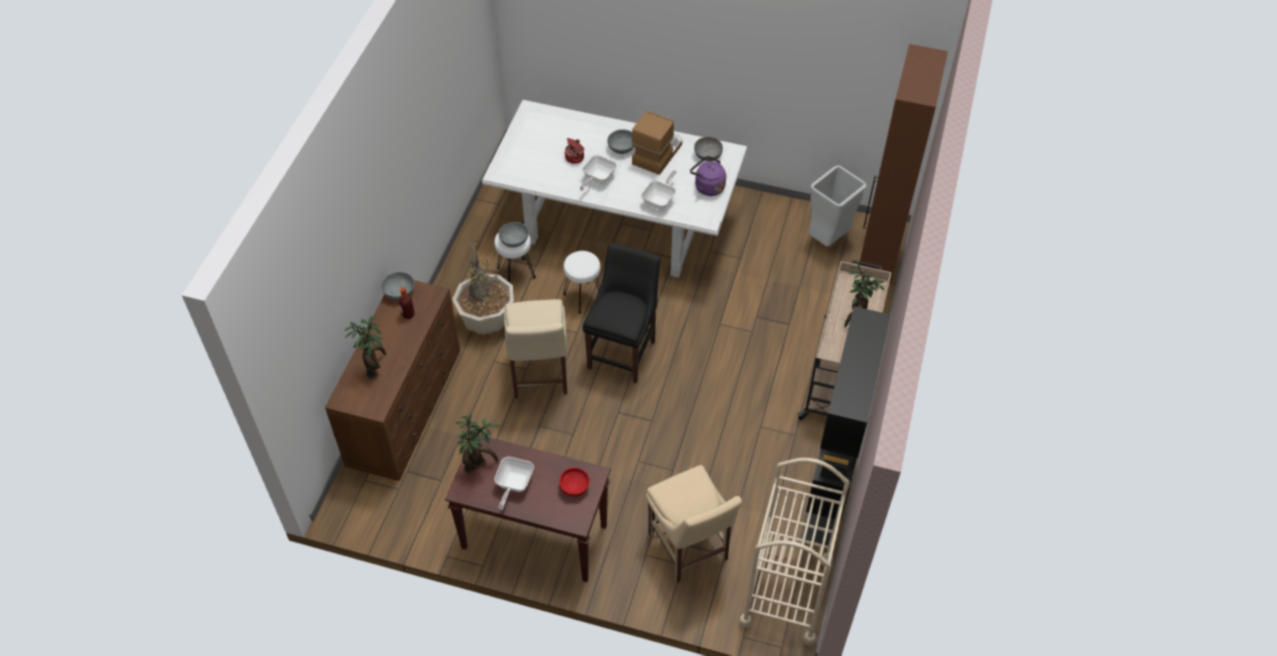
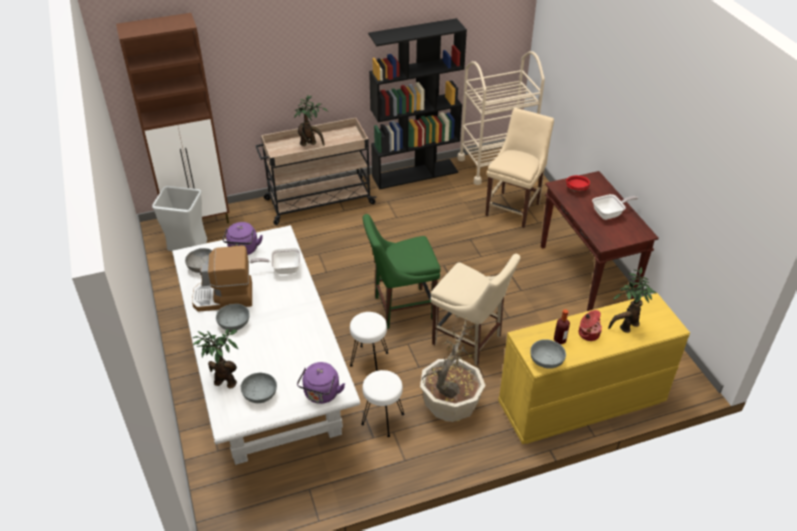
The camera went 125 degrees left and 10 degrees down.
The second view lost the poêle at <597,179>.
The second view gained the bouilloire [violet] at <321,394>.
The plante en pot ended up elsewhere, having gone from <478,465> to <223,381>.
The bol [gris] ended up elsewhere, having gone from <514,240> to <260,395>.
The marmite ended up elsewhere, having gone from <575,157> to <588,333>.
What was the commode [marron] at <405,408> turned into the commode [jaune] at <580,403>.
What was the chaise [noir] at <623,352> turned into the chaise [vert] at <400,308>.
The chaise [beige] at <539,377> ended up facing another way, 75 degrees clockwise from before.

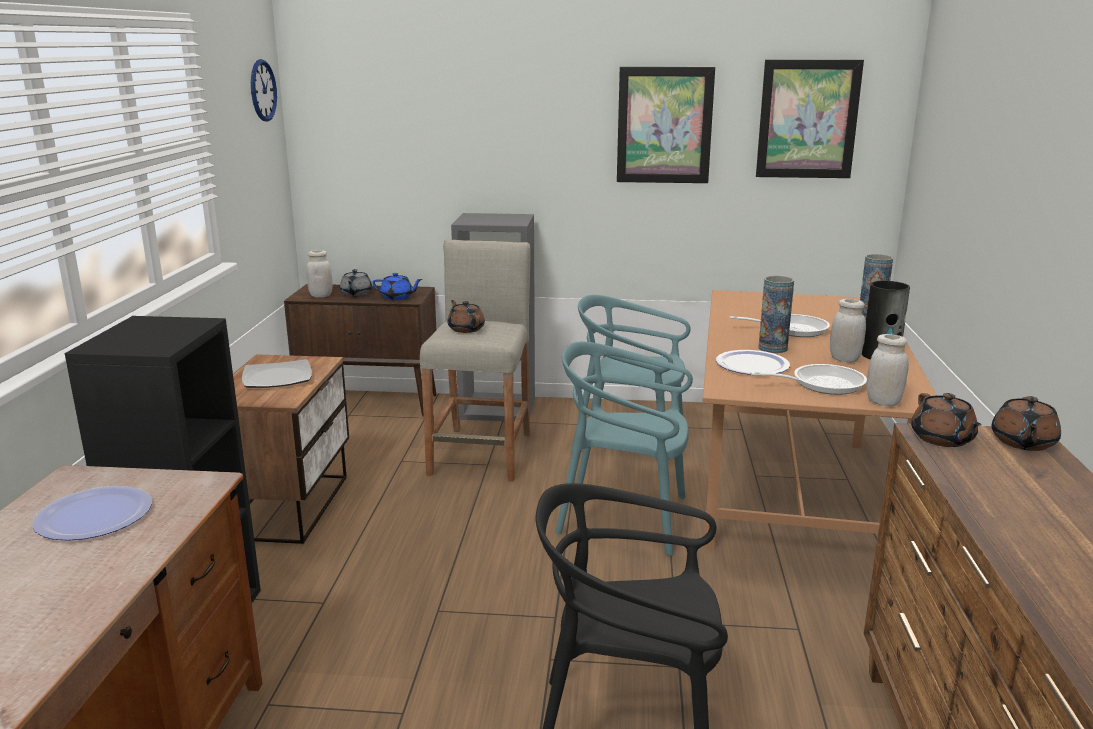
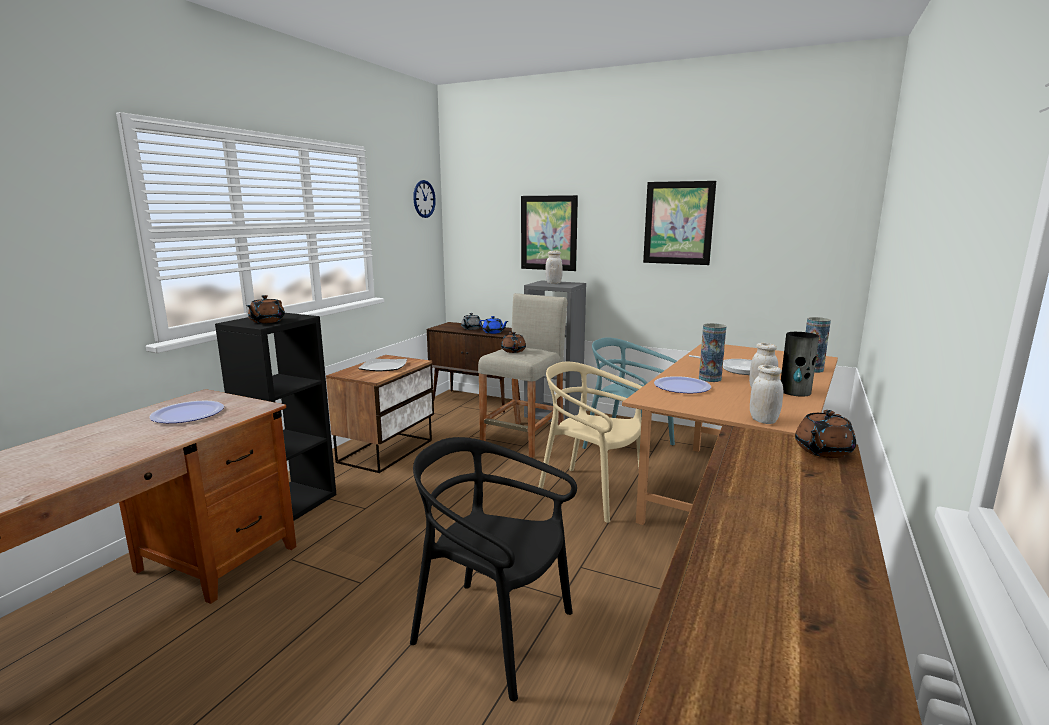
The camera went 20 degrees right and 5 degrees down.
The second view lost the poêle at <821,384>.
The bocal [blanc] ended up elsewhere, having gone from <321,296> to <553,283>.
The tableau ended up elsewhere, having gone from <808,119> to <548,233>.
The théière [marron] ended up elsewhere, having gone from <942,439> to <266,321>.
What was the chaise [turquoise] at <624,518> turned into the chaise [beige] at <591,492>.

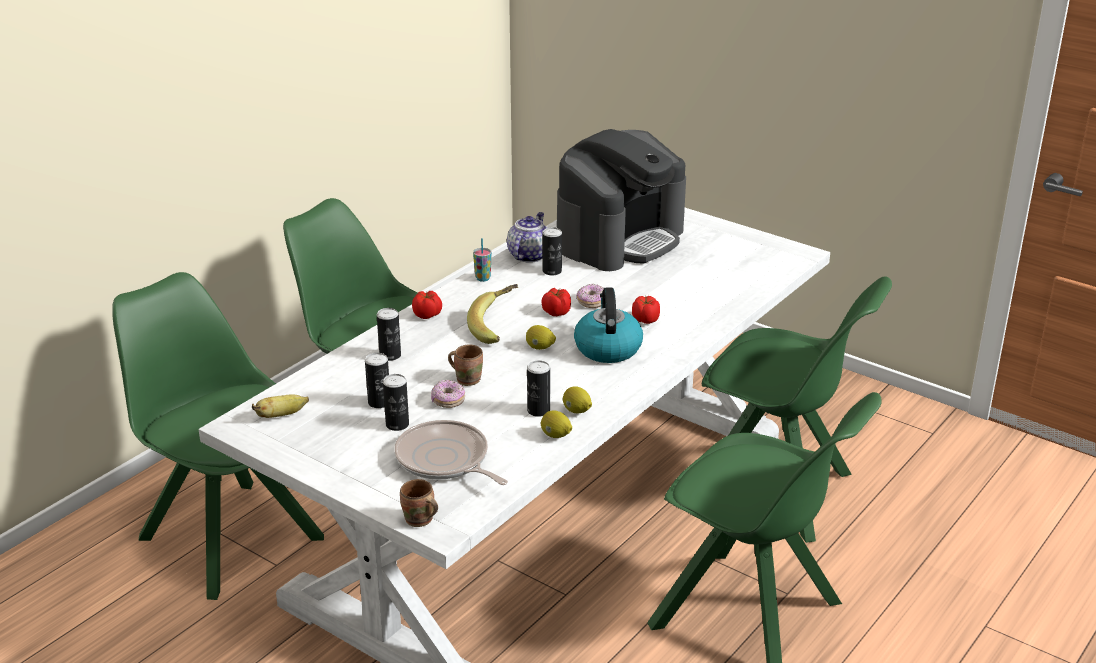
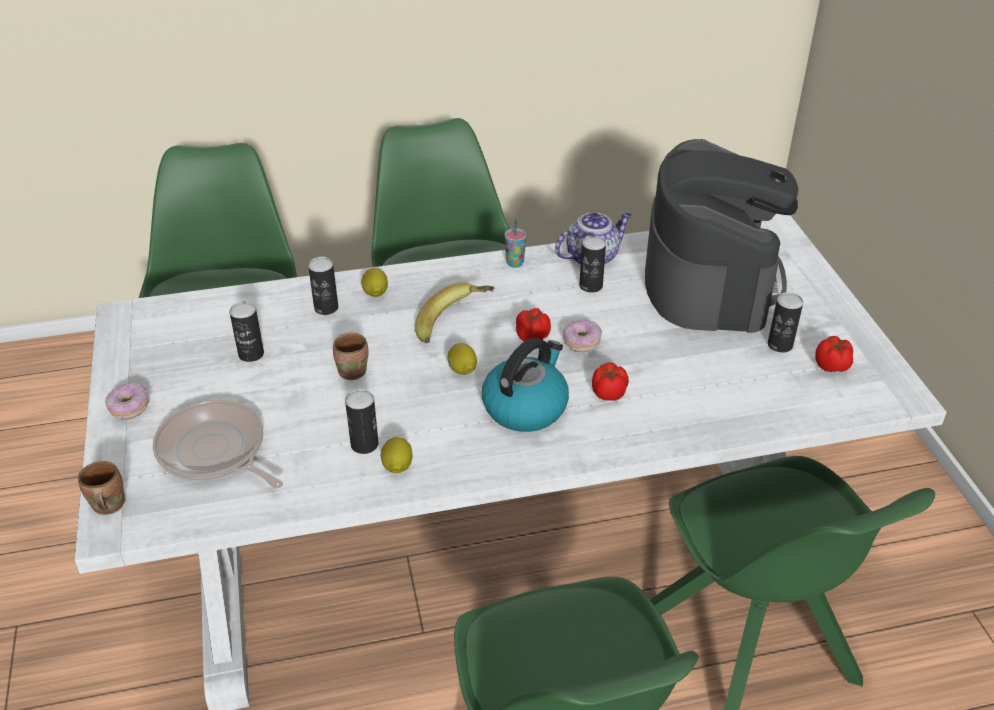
The camera went 40 degrees right and 10 degrees up.
The second view lost the banane at <281,415>.
The boîte métallique ended up elsewhere, having gone from <397,424> to <780,345>.
The tomate ended up elsewhere, having gone from <428,315> to <832,366>.
The beignet ended up elsewhere, having gone from <448,401> to <129,408>.
The citron ended up elsewhere, having gone from <556,435> to <375,293>.
The poêle at <445,460> ended up facing another way, 45 degrees counterclockwise from before.
The machine à café at <620,239> ended up facing another way, 75 degrees counterclockwise from before.

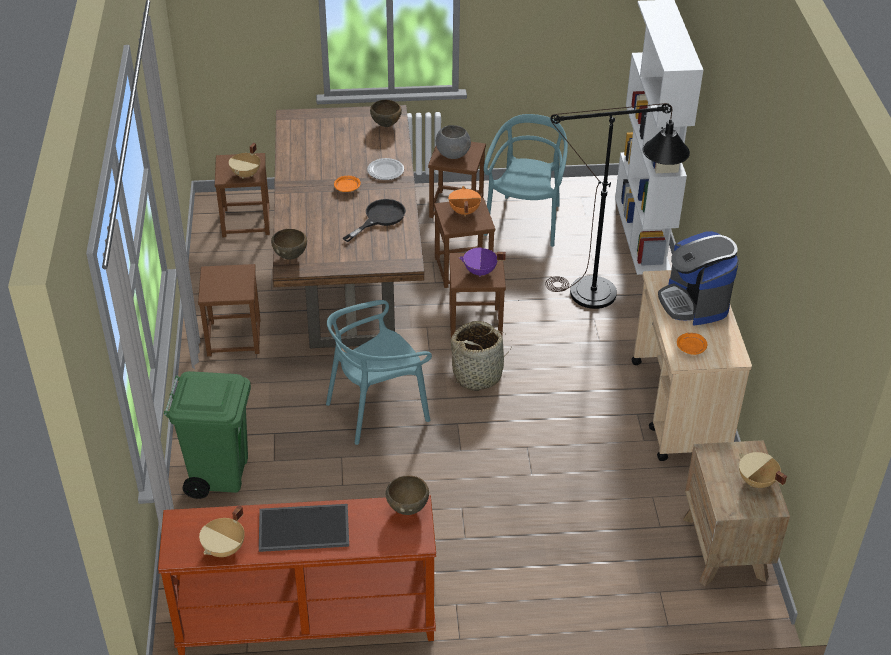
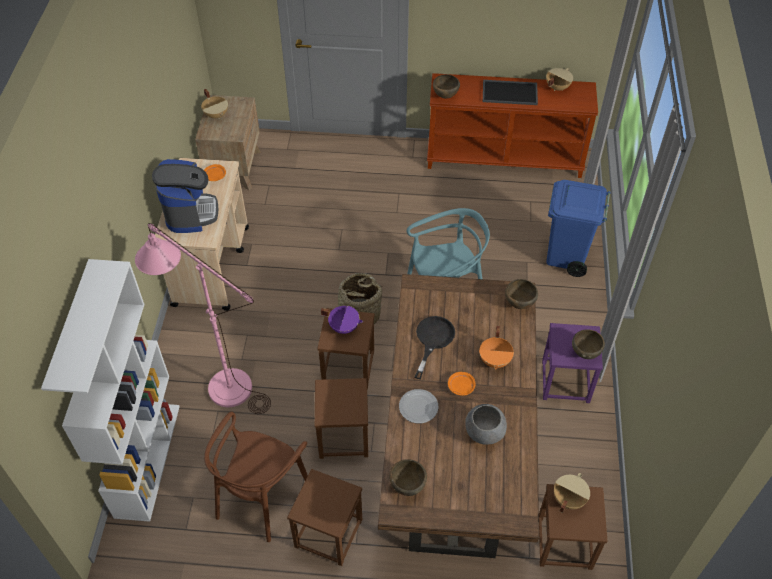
The camera went 170 degrees left and 10 degrees up.
The second view gained the bol [marron] at <585,353>.
The bol [gris] ended up elsewhere, having gone from <452,154> to <484,433>.
The marmite [orange] ended up elsewhere, having gone from <463,211> to <495,360>.
What was the poubelle [vert] at <219,474> turned into the poubelle [bleu] at <566,256>.
What was the tabouret [marron] at <233,337> turned into the tabouret [violet] at <566,381>.
What was the chaise [turquoise] at <525,222> turned into the chaise [marron] at <261,497>.
What was the lampadaire [noir] at <606,297> turned into the lampadaire [rose] at <220,382>.
The poêle [noir] at <380,218> ended up facing another way, 150 degrees clockwise from before.

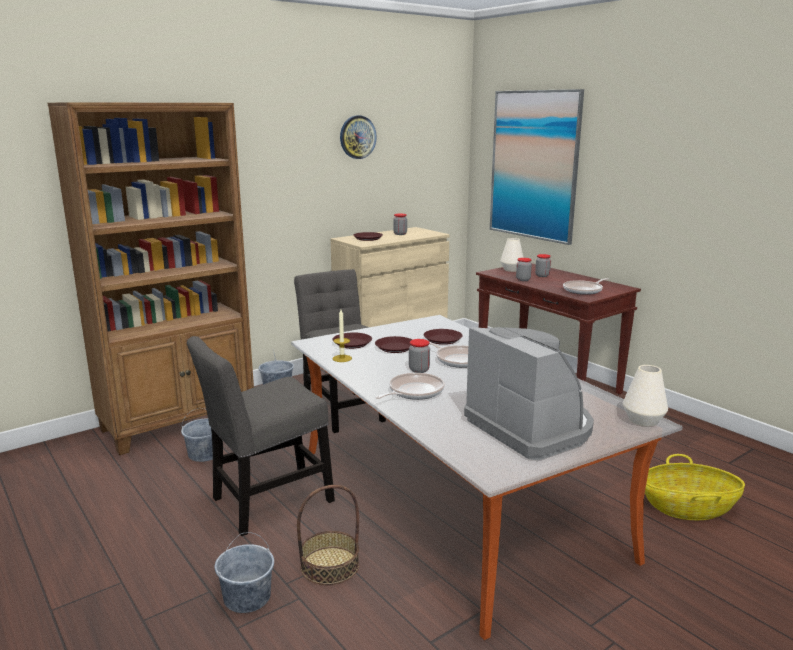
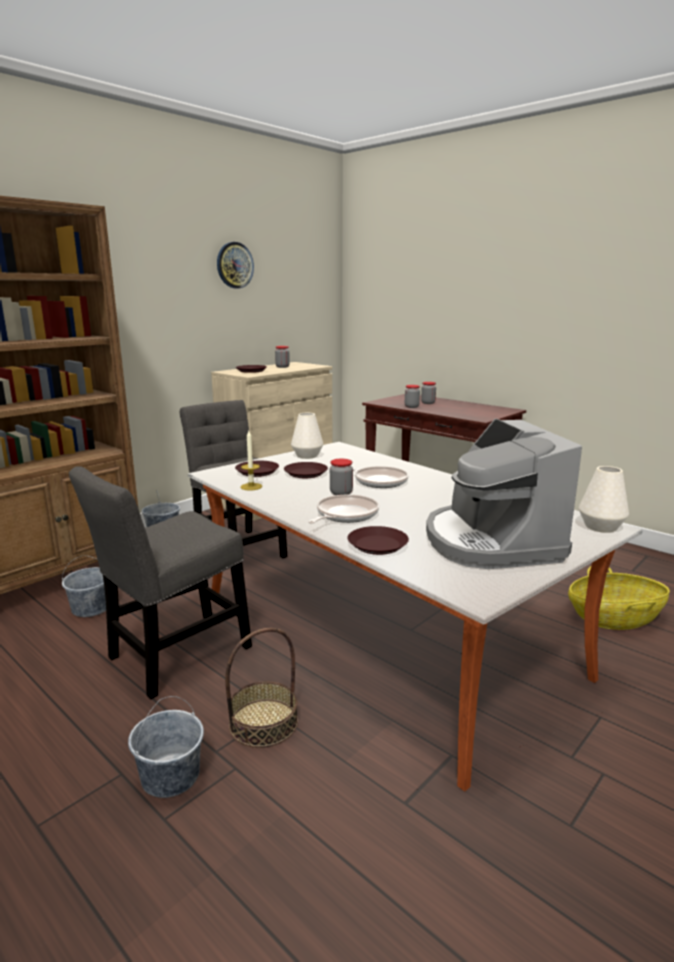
The camera went 10 degrees left and 0 degrees up.
The second view lost the tableau at <534,165>.
The second view lost the poêle at <584,290>.
The assiette [marron] ended up elsewhere, having gone from <442,339> to <377,545>.
The vase [blanc] ended up elsewhere, having gone from <511,270> to <307,455>.
The machine à café at <531,427> ended up facing another way, 150 degrees counterclockwise from before.

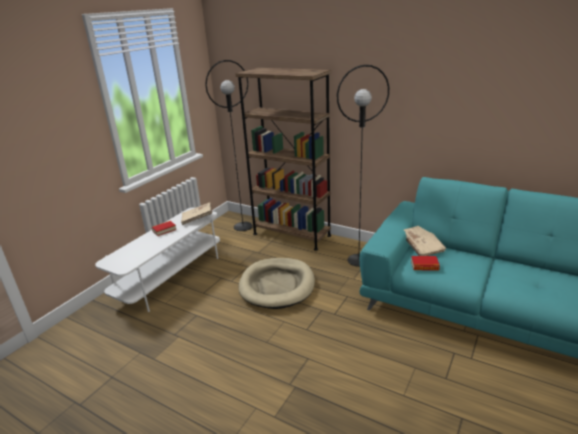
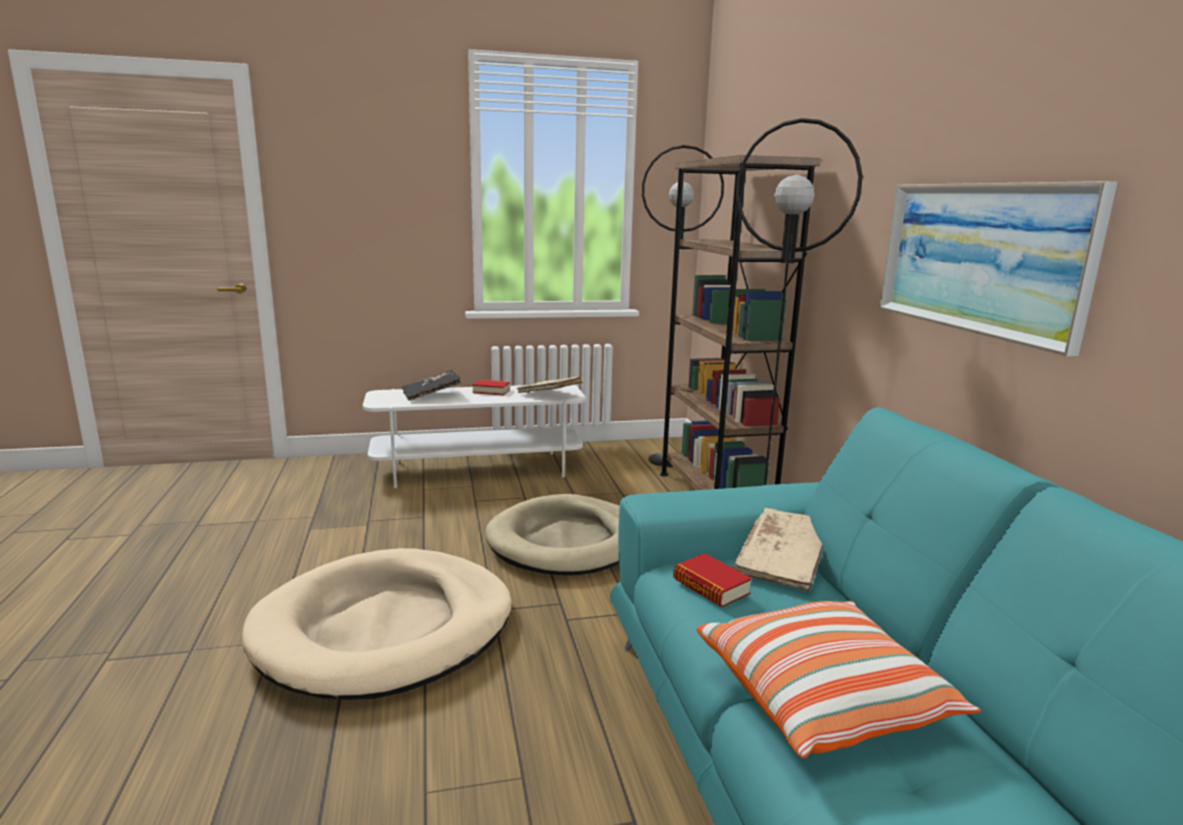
The camera went 45 degrees right and 10 degrees down.
The second view gained the panier pour chien [beige] at <385,628>.
The second view gained the livre [noir] at <431,395>.
The second view gained the coussin at <823,698>.
The second view gained the tableau at <979,258>.

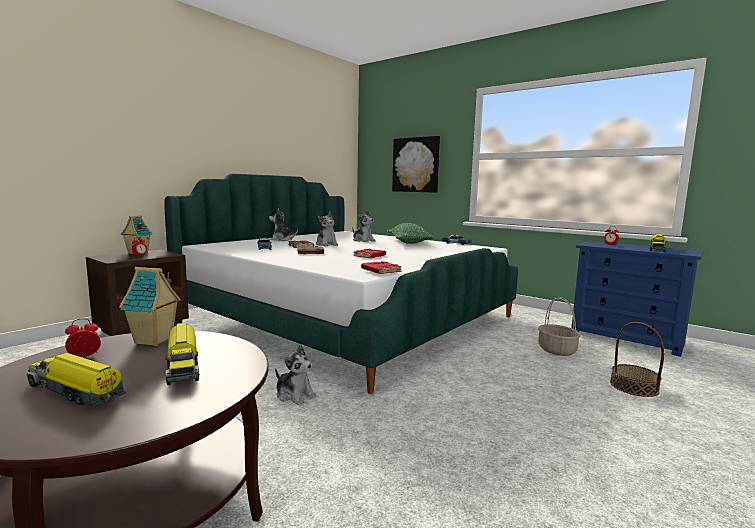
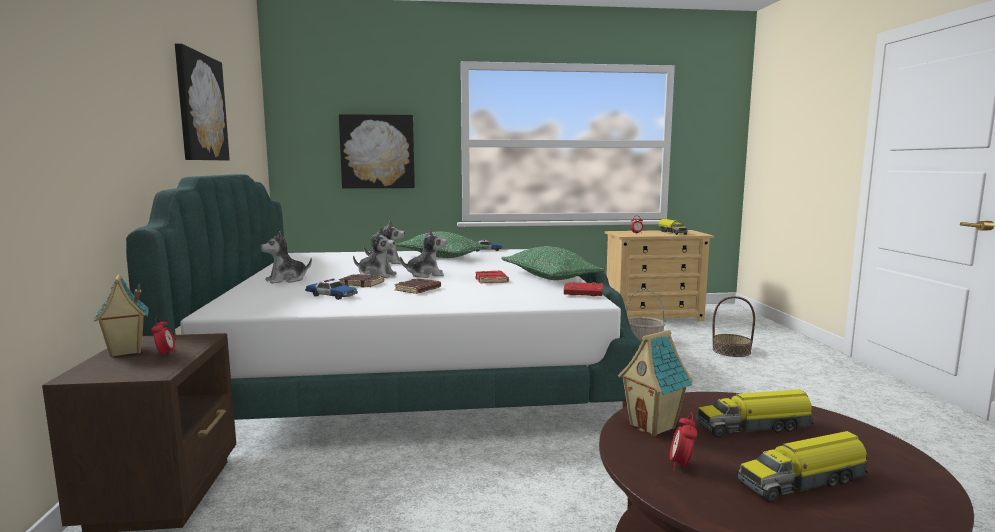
The camera went 45 degrees left and 0 degrees up.
The second view gained the tableau at <200,107>.
The second view gained the coussin [vert] at <549,277>.
The peluche ended up elsewhere, having gone from <294,395> to <426,275>.
What was the commode [bleu] at <627,338> turned into the commode [beige] at <654,316>.
The camion jouet at <183,364> ended up facing another way, 150 degrees clockwise from before.

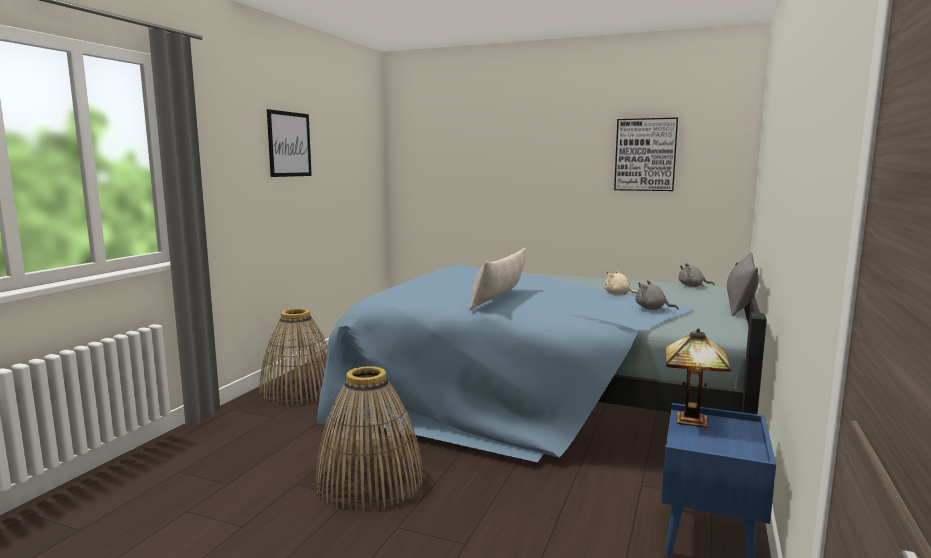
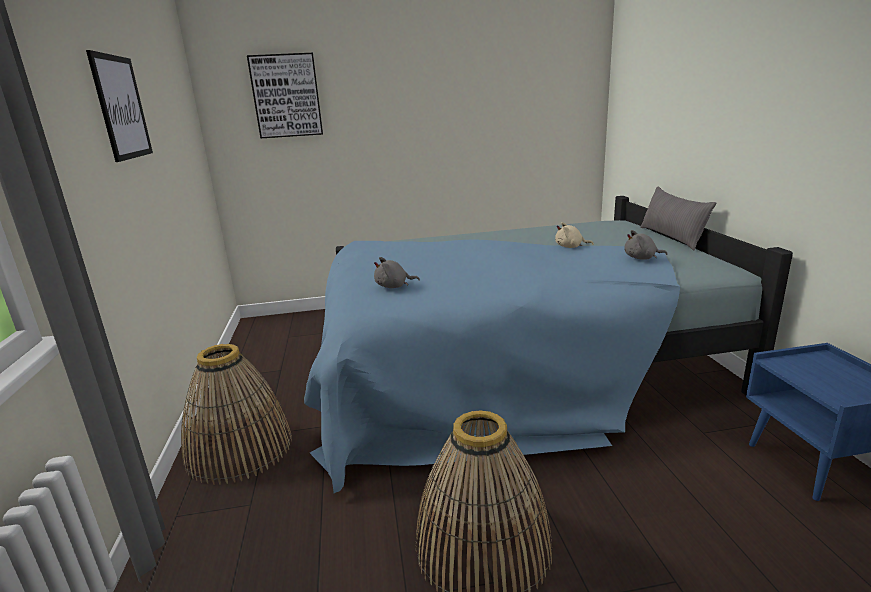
The camera went 30 degrees left and 10 degrees up.
The second view lost the coussin [beige] at <498,300>.
The second view lost the lampe de table at <693,421>.
The tableau ended up elsewhere, having gone from <645,154> to <286,96>.
The peluche [gris] ended up elsewhere, having gone from <692,286> to <394,286>.

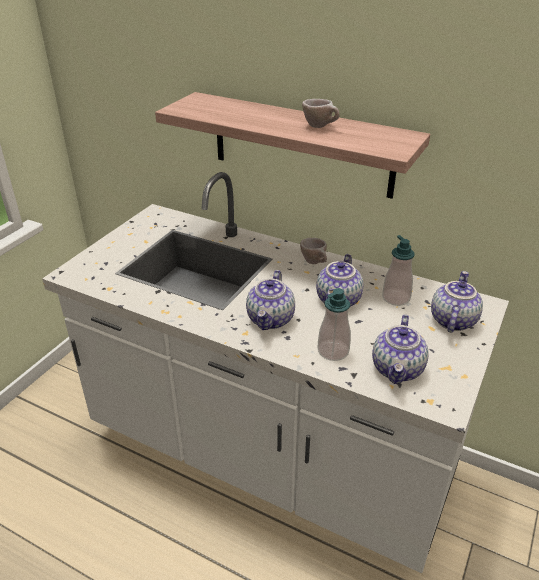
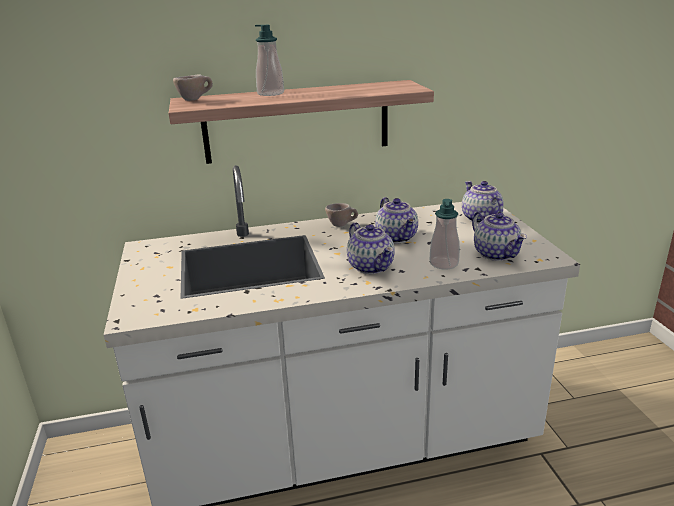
The camera went 40 degrees left and 10 degrees down.
The tasse [beige] ended up elsewhere, having gone from <321,127> to <195,99>.
The distributeur de savon ended up elsewhere, having gone from <396,298> to <270,93>.

